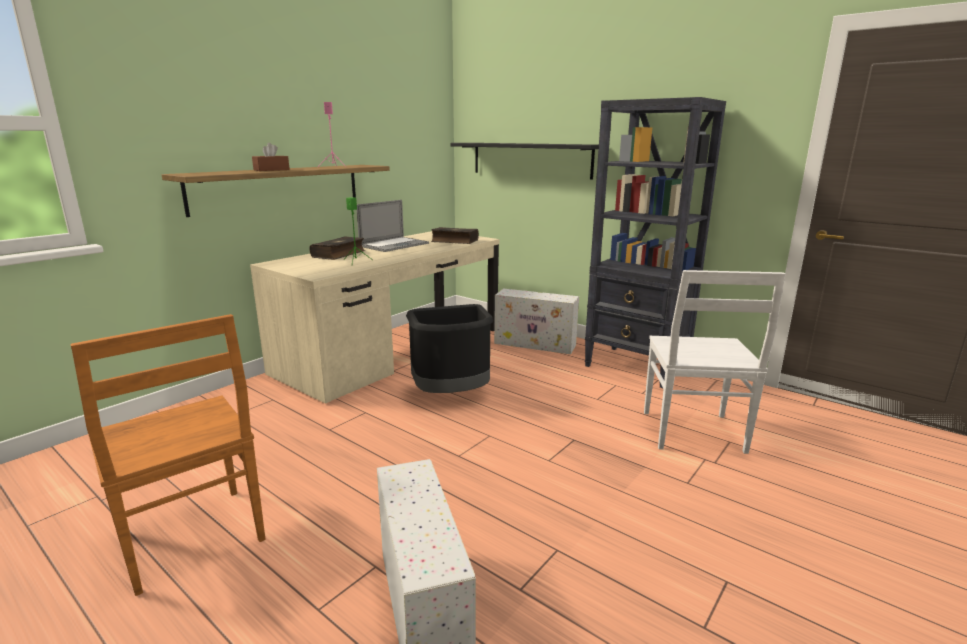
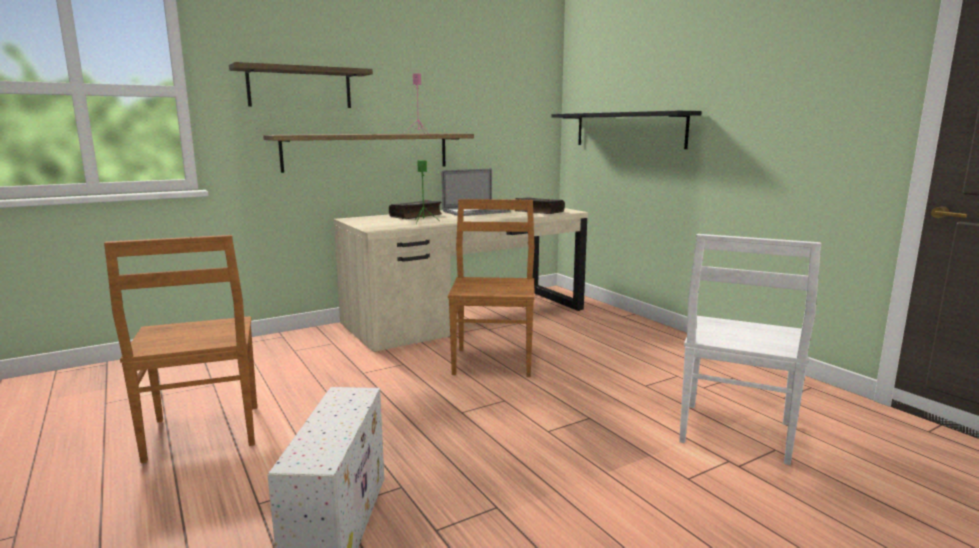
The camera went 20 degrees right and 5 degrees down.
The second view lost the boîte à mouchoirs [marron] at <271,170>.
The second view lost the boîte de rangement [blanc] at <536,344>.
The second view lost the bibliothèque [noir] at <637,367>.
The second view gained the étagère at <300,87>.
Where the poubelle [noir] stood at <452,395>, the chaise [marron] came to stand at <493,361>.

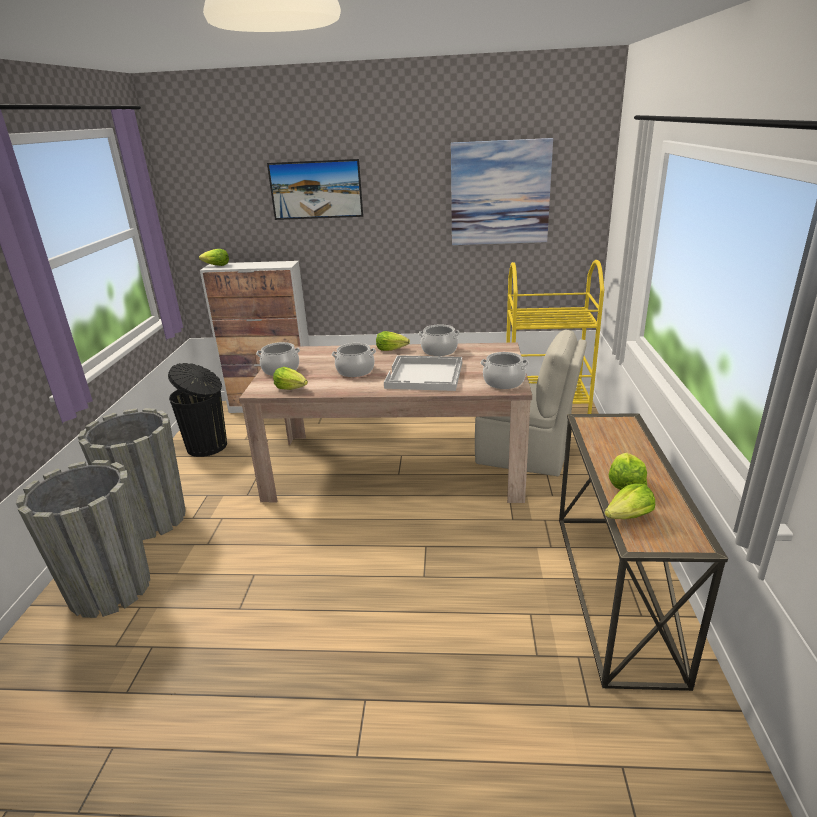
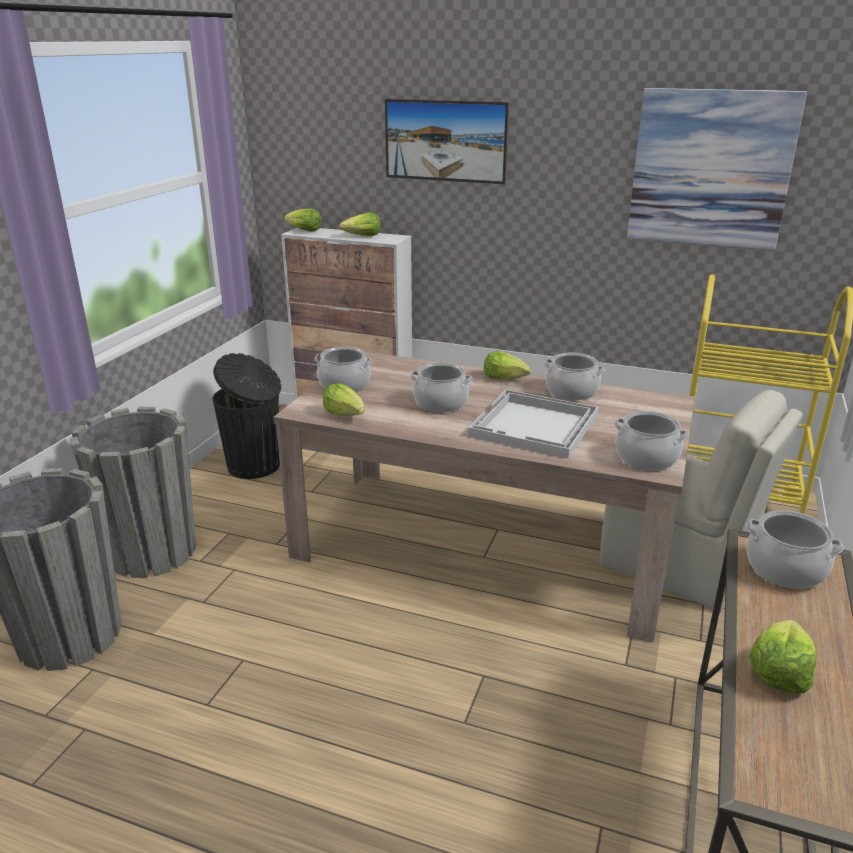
The camera went 15 degrees right and 0 degrees up.
The second view gained the marmite at <785,568>.
The laitue ended up elsewhere, having gone from <629,517> to <362,236>.

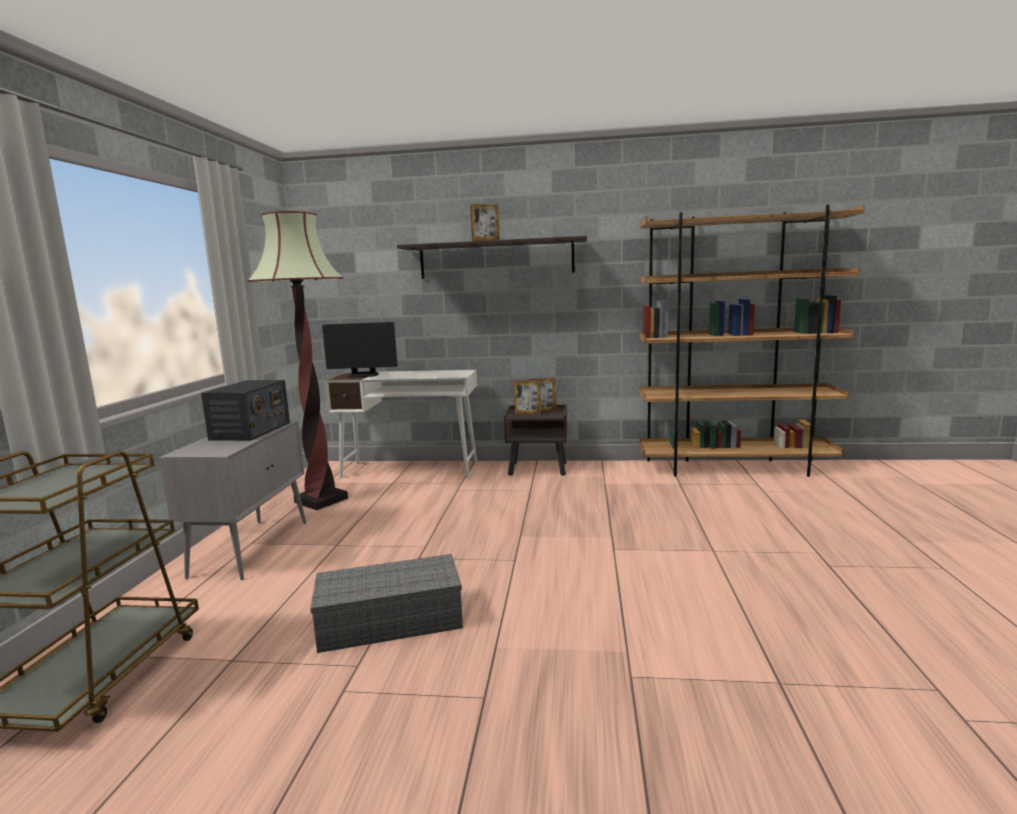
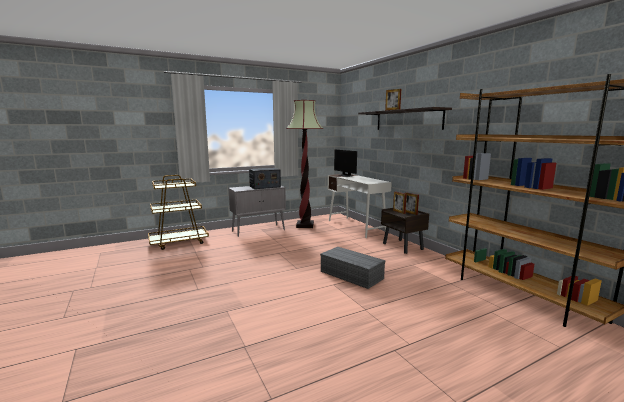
The camera went 55 degrees right and 0 degrees up.
The boîte de rangement [gris] ended up elsewhere, having gone from <392,619> to <352,275>.

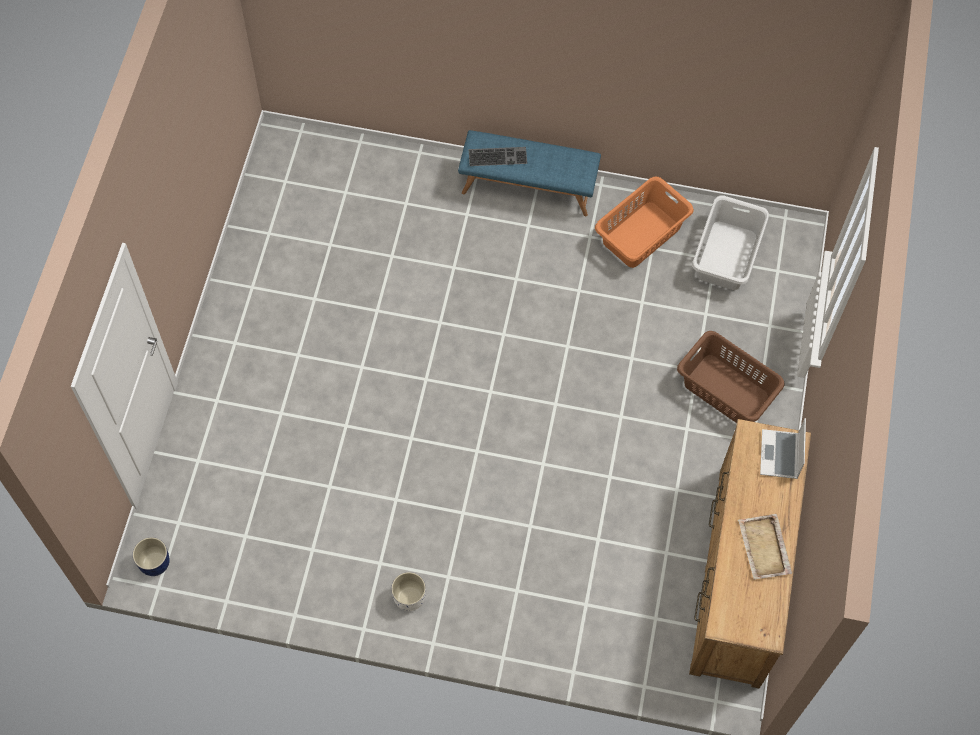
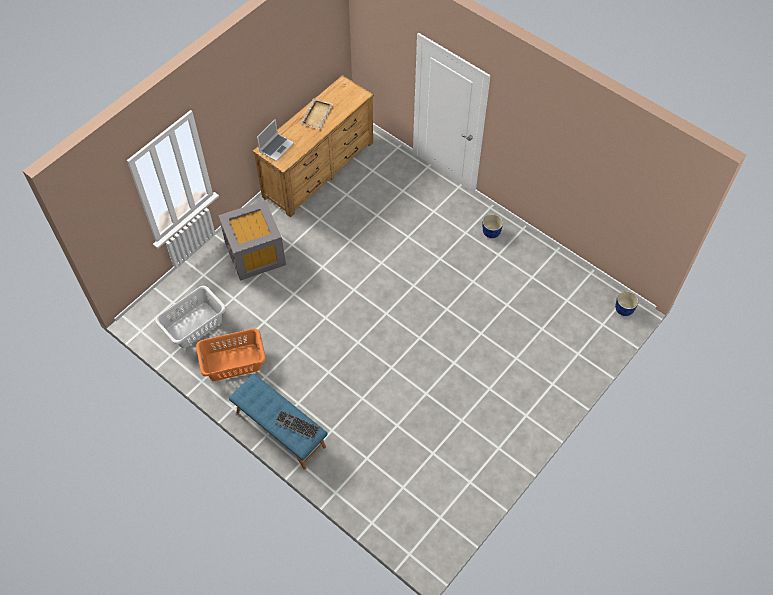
The camera went 150 degrees left and 5 degrees down.
Where the panier à linge [marron] stood at <725,391>, the boîte de rangement [gris] came to stand at <256,253>.
What was the cache-pot [blanc] at <410,597> turned into the cache-pot [bleu] at <491,232>.

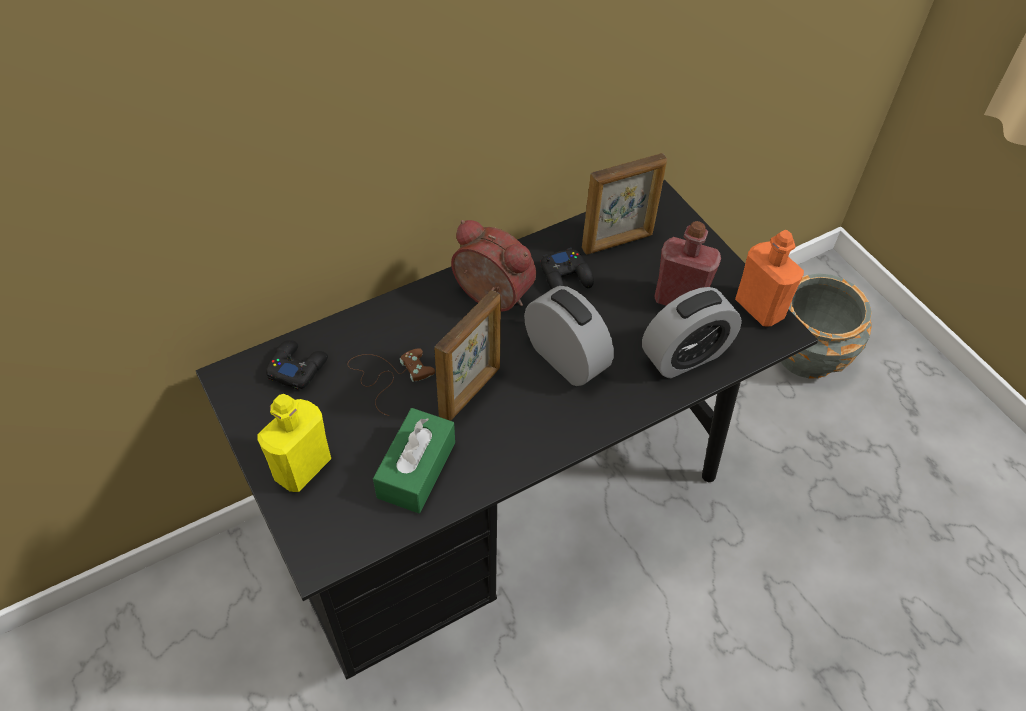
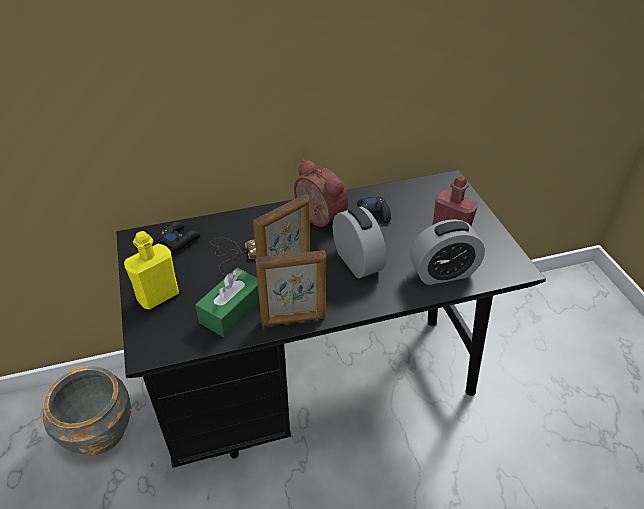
The camera went 15 degrees right and 10 degrees down.
The second view lost the bouteille [orange] at <759,308>.
The cadre photo ended up elsewhere, having gone from <618,242> to <293,319>.
The cache-pot [gris] ended up elsewhere, having gone from <806,353> to <98,431>.

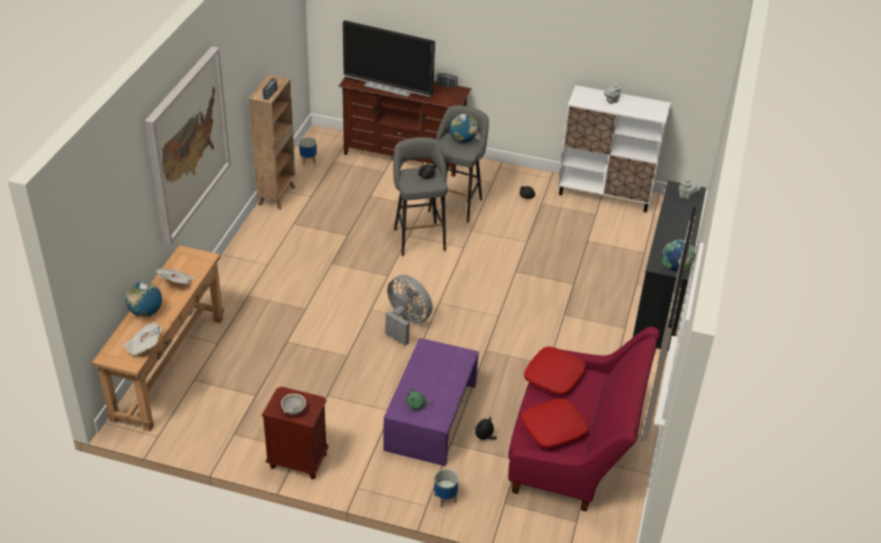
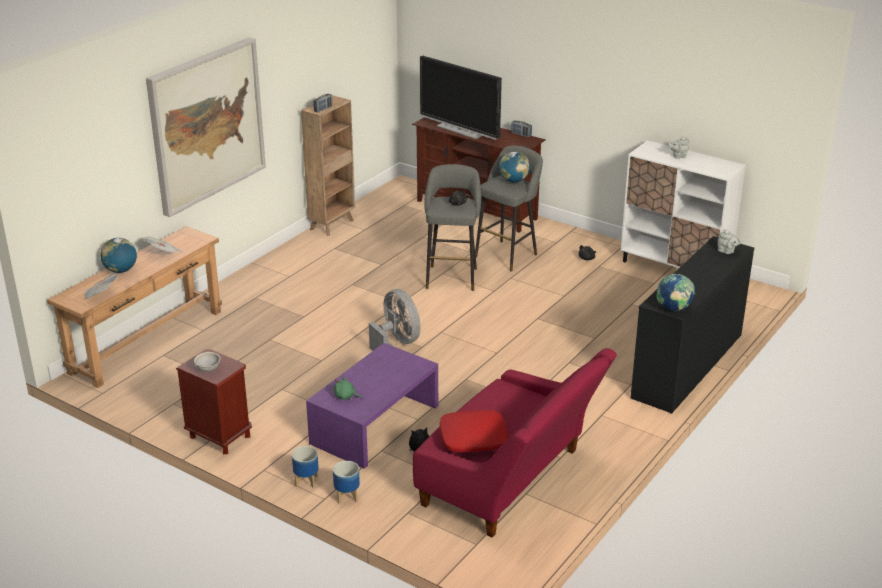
The camera went 20 degrees right and 10 degrees down.
The second view lost the coussin [rouge] at <554,376>.
The cache-pot ended up elsewhere, having gone from <308,161> to <307,481>.

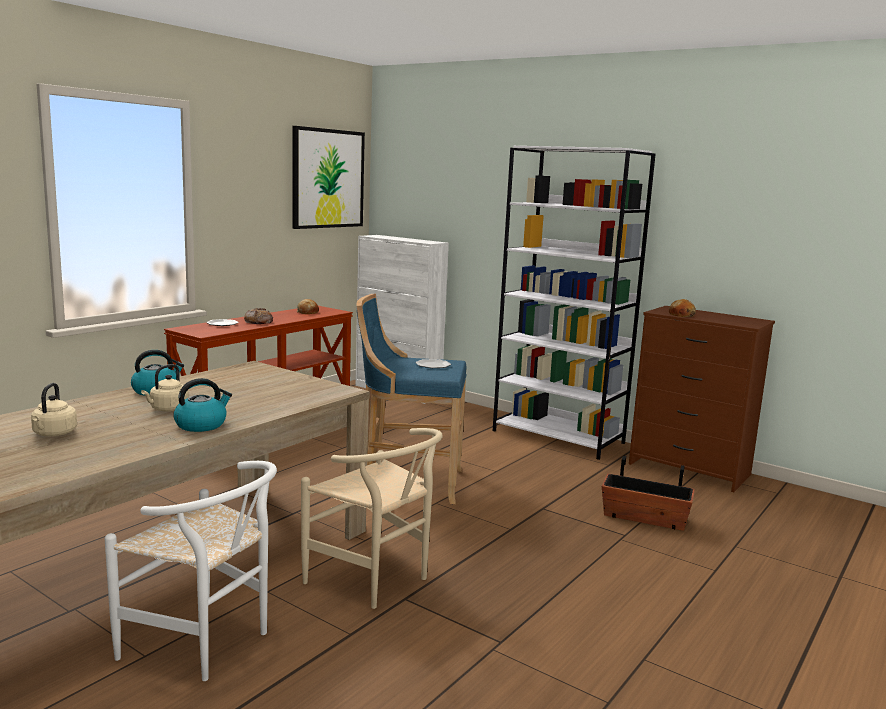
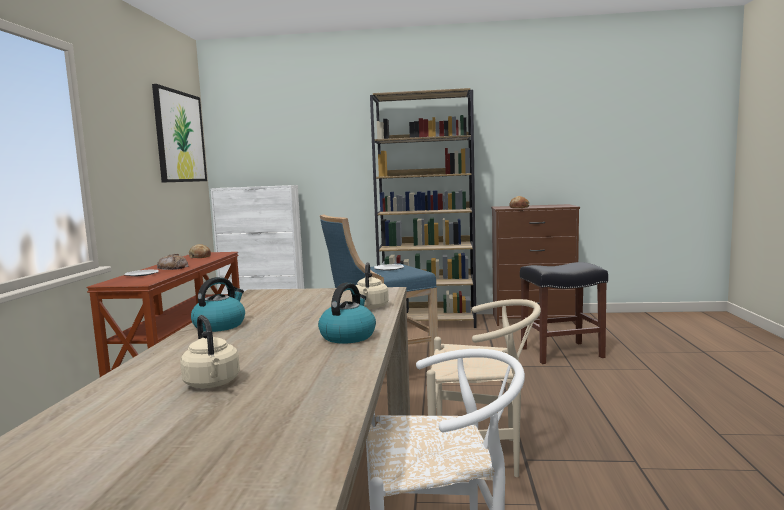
The camera went 30 degrees left and 5 degrees down.
The bouilloire [beige] ended up elsewhere, having gone from <167,409> to <370,307>.
Where the cache-pot stood at <644,518>, the tabouret [noir] came to stand at <562,352>.
What was the bibliothèque [blanc] at <559,437> turned into the bibliothèque [marron] at <428,321>.

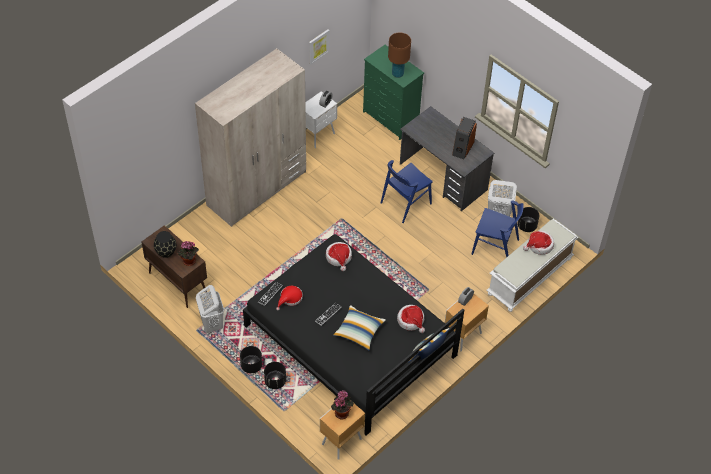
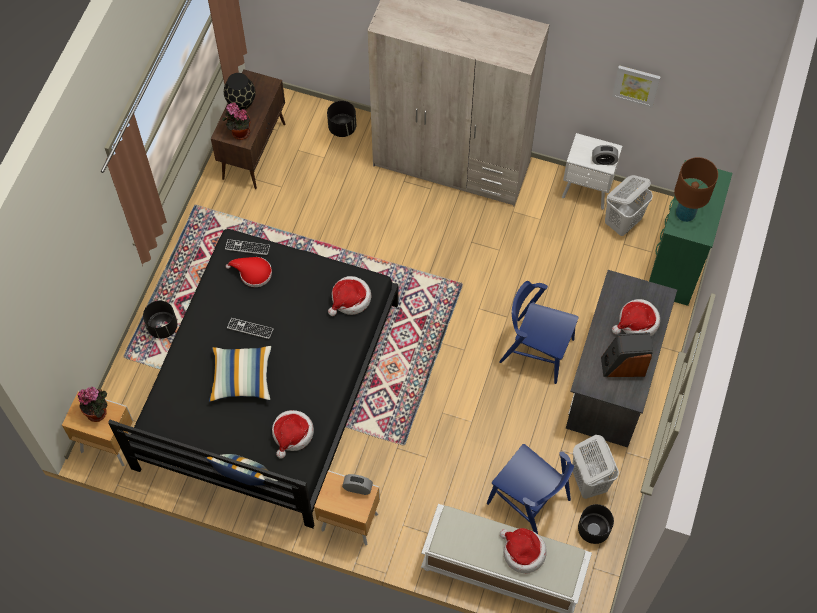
The camera went 65 degrees right and 10 degrees up.
The second view gained the chapeau at <637,323>.
The panier à linge [blanc] ended up elsewhere, having gone from <212,323> to <623,222>.
The cache-pot [noir] ended up elsewhere, having gone from <251,365> to <342,127>.
The chaise [bleu] at <495,247> ended up facing another way, 45 degrees counterclockwise from before.

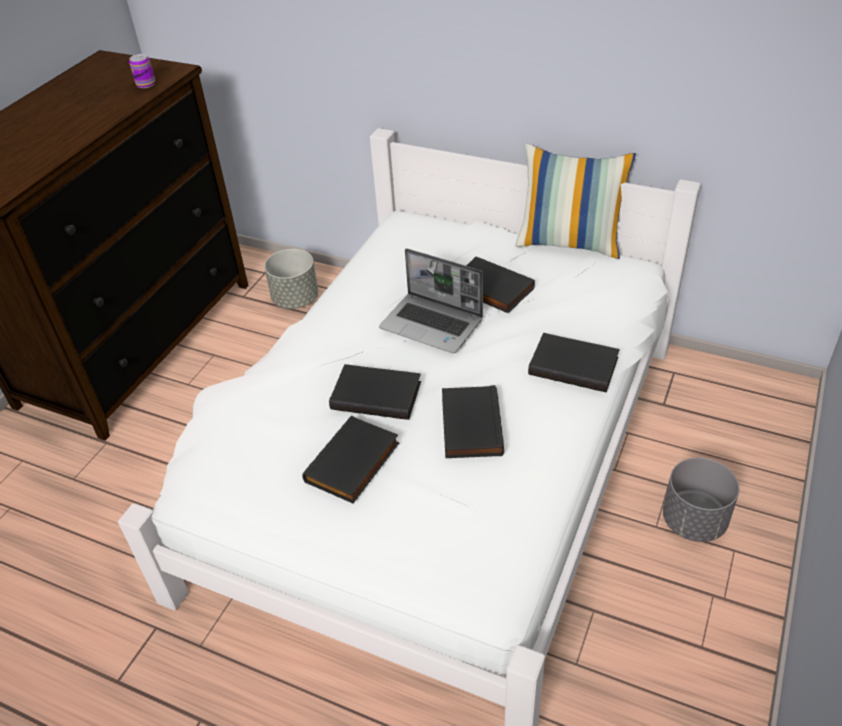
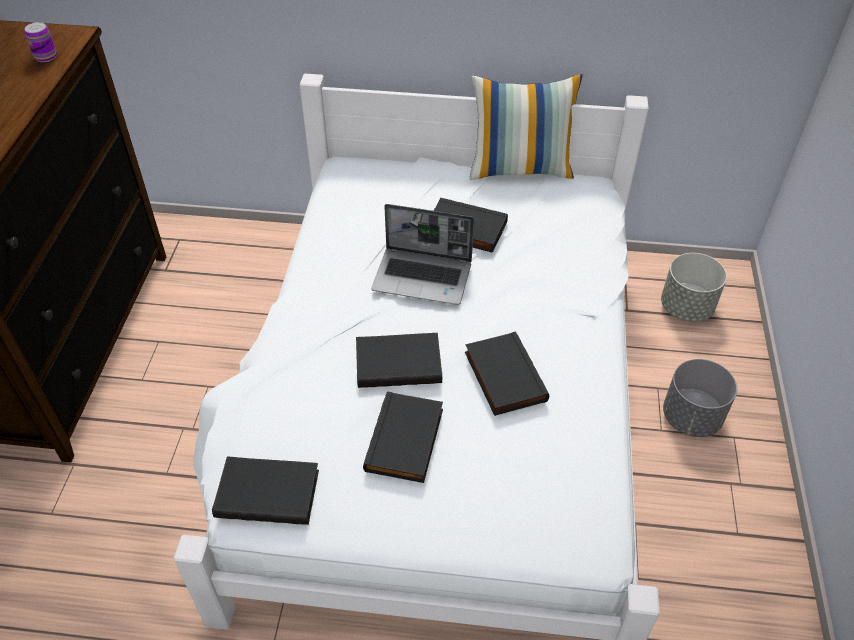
The camera went 20 degrees left and 5 degrees up.
The cache-pot [gris] ended up elsewhere, having gone from <295,299> to <686,308>.
The livre [noir] ended up elsewhere, having gone from <574,365> to <269,492>.

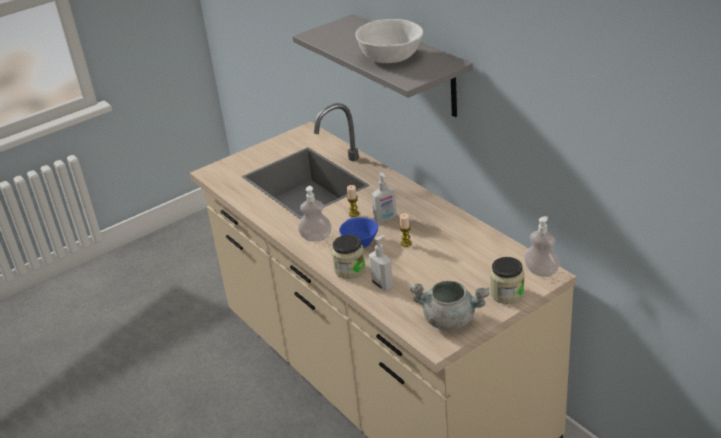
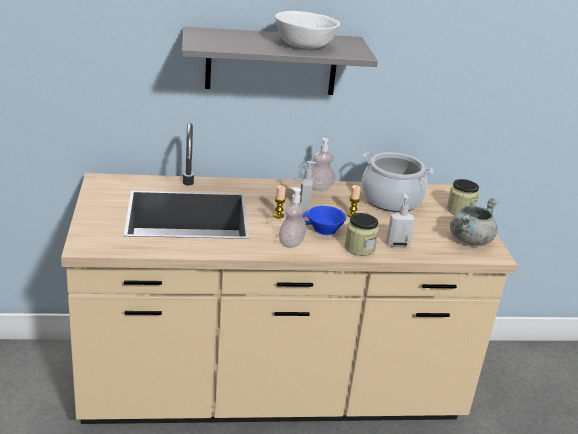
The camera went 65 degrees left and 5 degrees down.
The second view gained the marmite at <391,200>.
The distributeur de savon ended up elsewhere, having gone from <541,271> to <319,187>.

